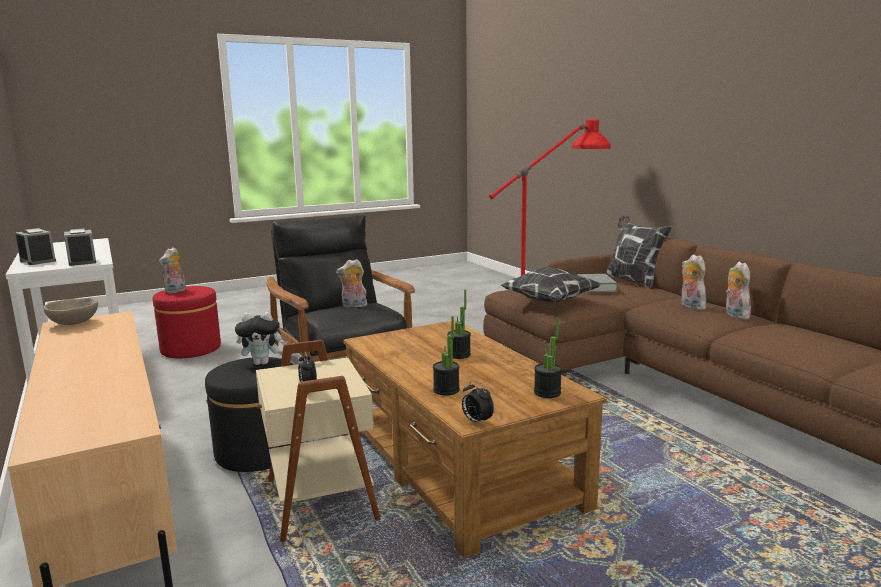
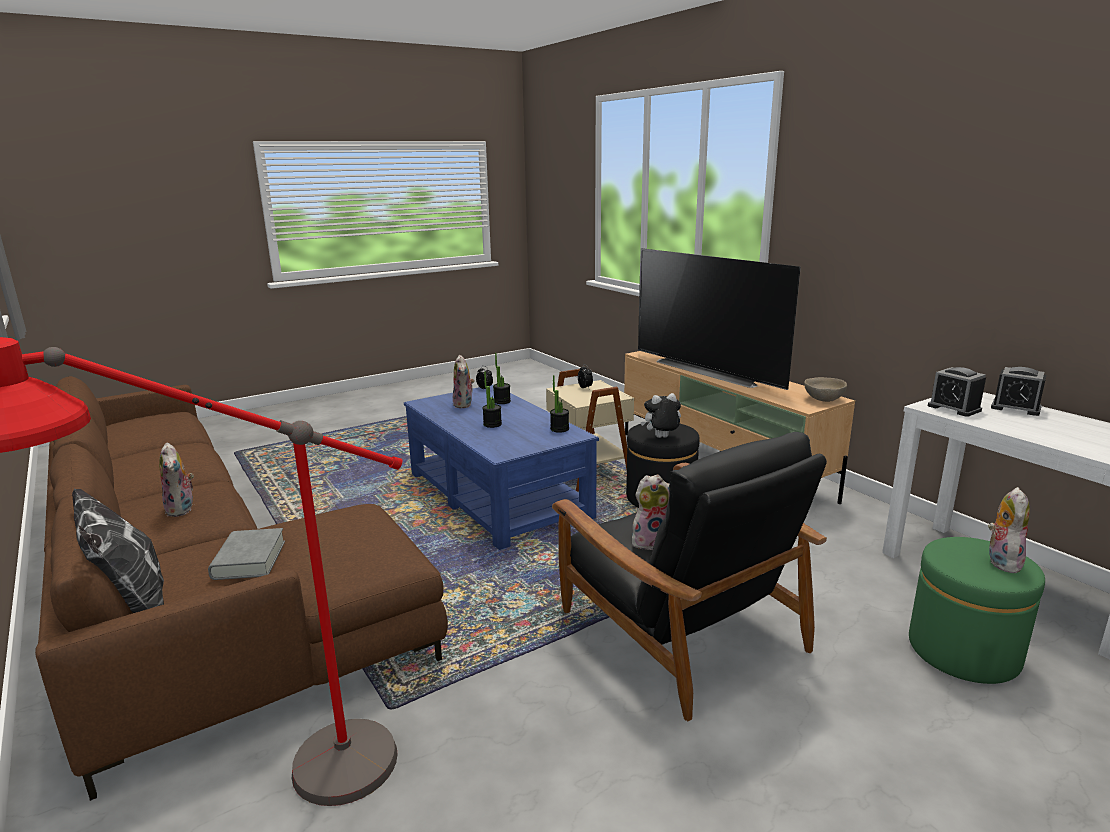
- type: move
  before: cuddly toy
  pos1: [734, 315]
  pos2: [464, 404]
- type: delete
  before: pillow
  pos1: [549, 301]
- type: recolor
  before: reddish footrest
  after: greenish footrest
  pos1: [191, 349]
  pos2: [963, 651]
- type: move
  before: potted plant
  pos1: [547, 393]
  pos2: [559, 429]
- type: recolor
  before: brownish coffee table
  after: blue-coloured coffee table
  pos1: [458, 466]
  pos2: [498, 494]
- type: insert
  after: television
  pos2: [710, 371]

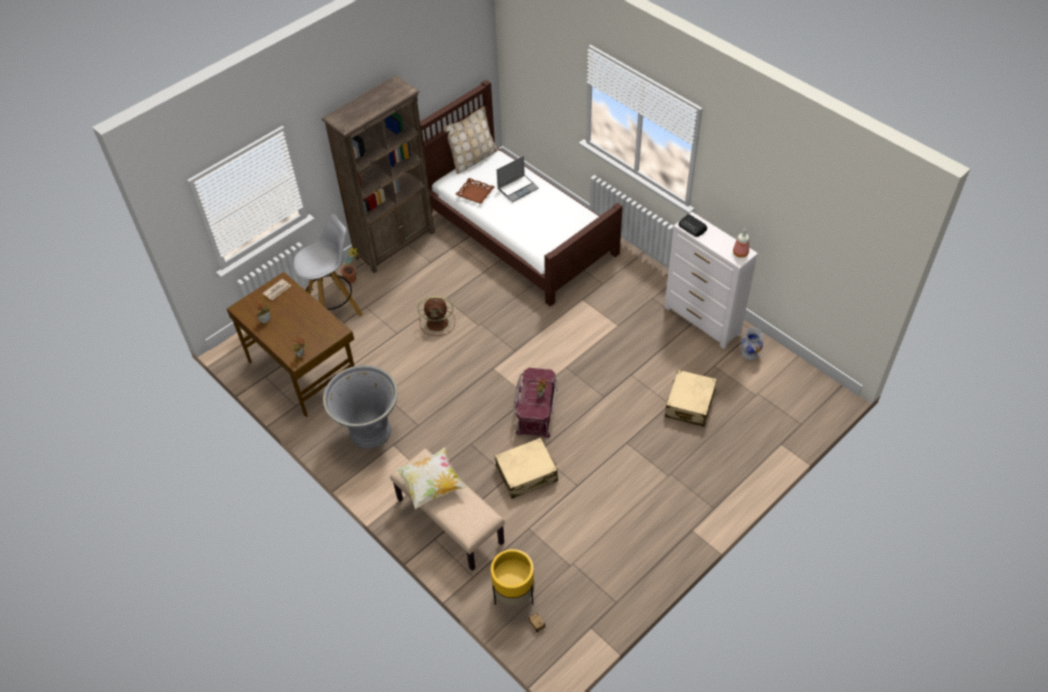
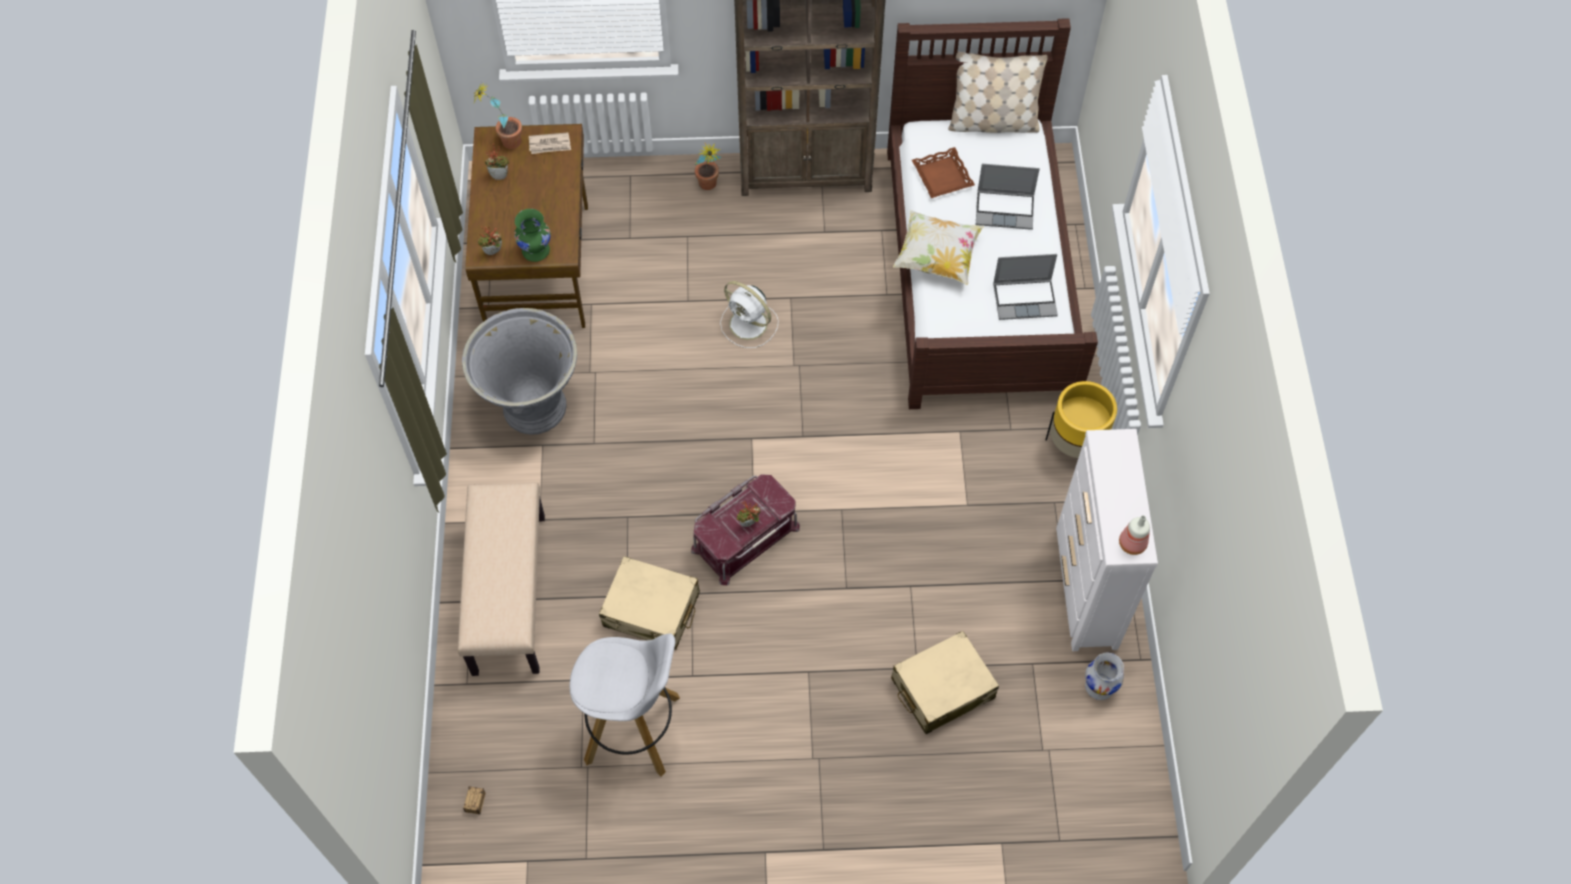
- type: move
  before: white sitting stool
  pos1: [334, 309]
  pos2: [635, 729]
- type: delete
  before: radio receiver
  pos1: [692, 227]
- type: recolor
  before: brownish fan
  after: white fan
  pos1: [438, 323]
  pos2: [749, 325]
- type: move
  before: pillow
  pos1: [431, 485]
  pos2: [937, 258]
- type: move
  before: yellow plant pot
  pos1: [514, 594]
  pos2: [1075, 445]
- type: insert
  after: potted plant
  pos2: [505, 141]
- type: insert
  after: greenish flower vase
  pos2: [536, 251]
- type: insert
  after: portable computer
  pos2: [1025, 299]

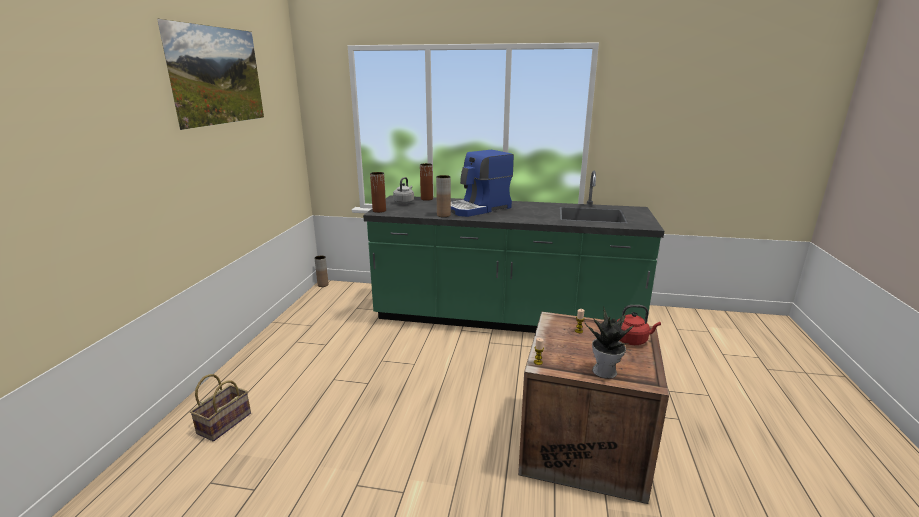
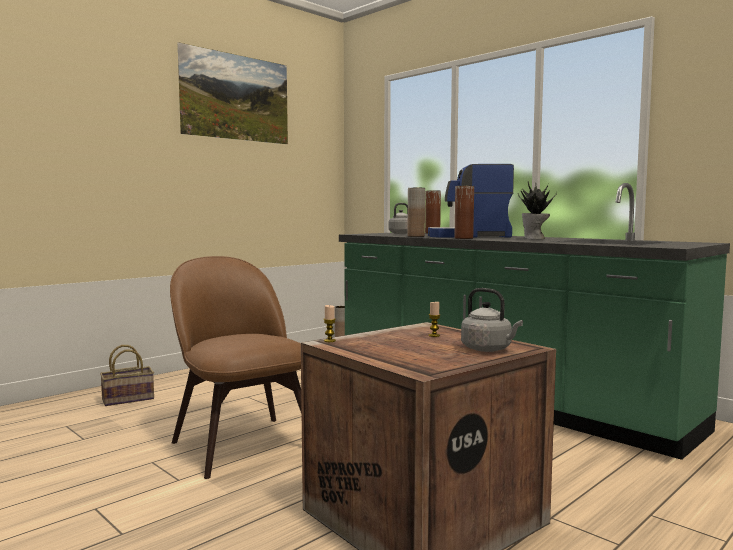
- type: move
  before: brownish flower vase
  pos1: [379, 211]
  pos2: [463, 238]
- type: recolor
  before: reddish kettle
  after: grey kettle
  pos1: [632, 340]
  pos2: [488, 349]
- type: move
  before: potted plant
  pos1: [605, 371]
  pos2: [535, 238]
- type: insert
  after: brownish plain chair
  pos2: [241, 443]

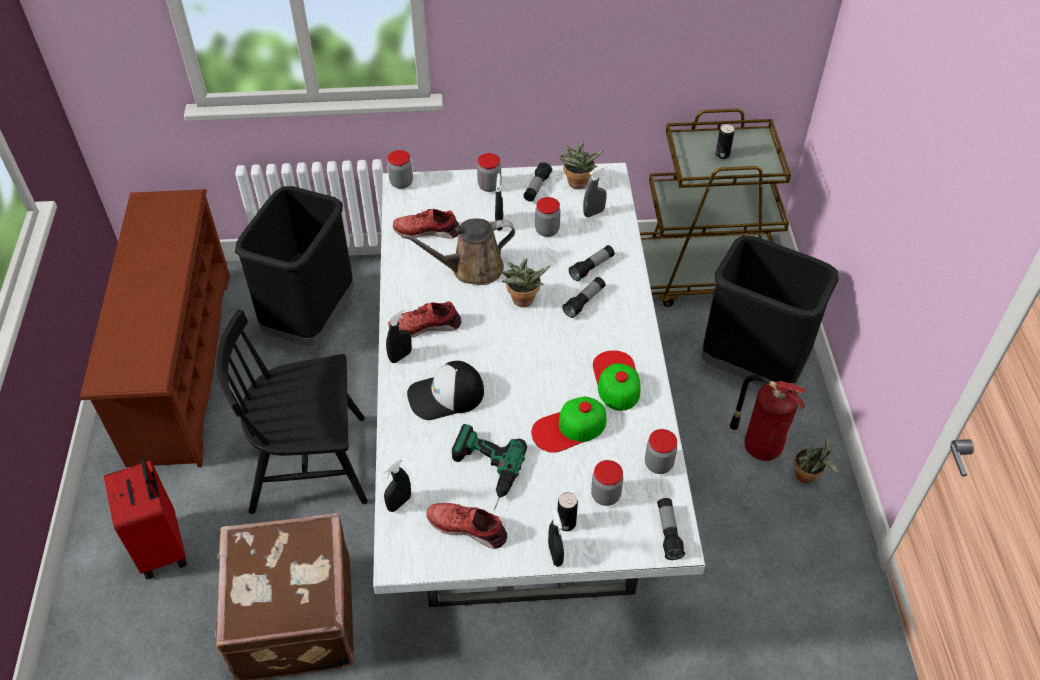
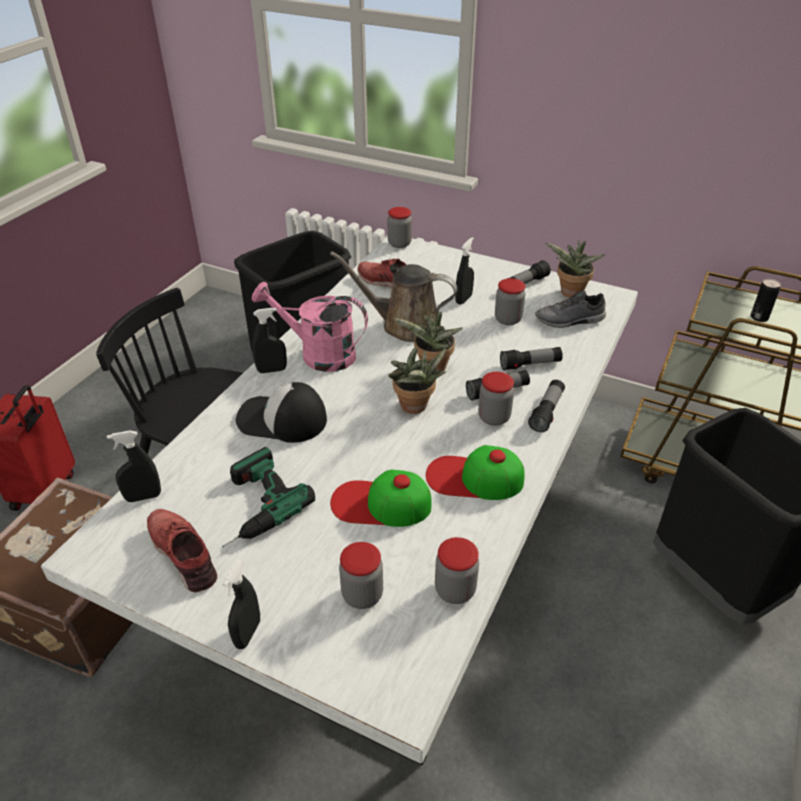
- type: move
  before: preserve jar
  pos1: [489, 186]
  pos2: [494, 417]
- type: replace
  before: grey spray bottle
  after: grey item of footwear
  pos1: [594, 213]
  pos2: [569, 320]
- type: delete
  before: brownish shoe stand
  pos1: [179, 365]
- type: replace
  before: reddish item of footwear
  after: pink-coloured watering pot
  pos1: [425, 325]
  pos2: [318, 354]
- type: rotate
  before: baseball cap
  pos1: [616, 380]
  pos2: [474, 478]
  turn: -105
- type: delete
  before: extinguisher
  pos1: [760, 445]
- type: move
  before: potted plant
  pos1: [808, 477]
  pos2: [415, 408]
- type: delete
  before: can
  pos1: [566, 523]
- type: move
  before: hand torch
  pos1: [668, 533]
  pos2: [547, 412]

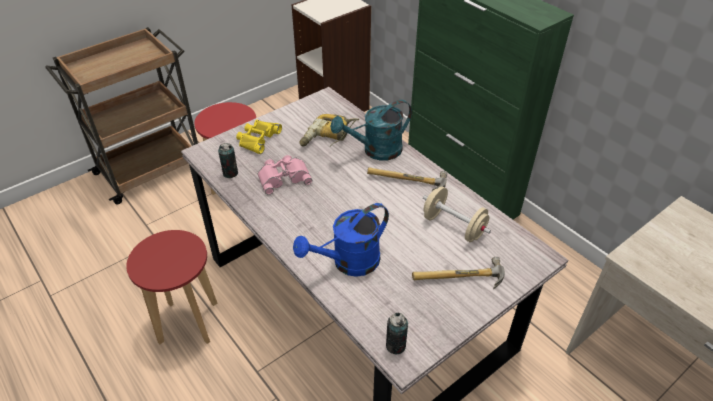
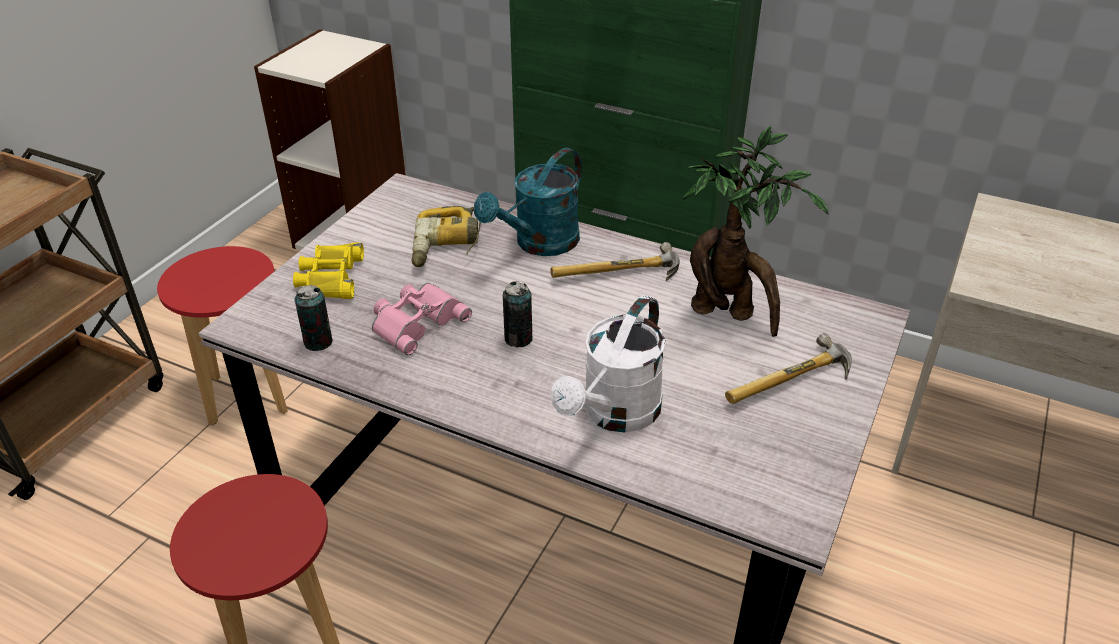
- type: replace
  before: sand-coloured hand weight
  after: potted plant
  pos1: [453, 226]
  pos2: [729, 314]
- type: recolor
  before: blue-coloured watering pot
  after: white watering pot
  pos1: [348, 263]
  pos2: [615, 414]
- type: move
  before: can
  pos1: [395, 346]
  pos2: [518, 339]

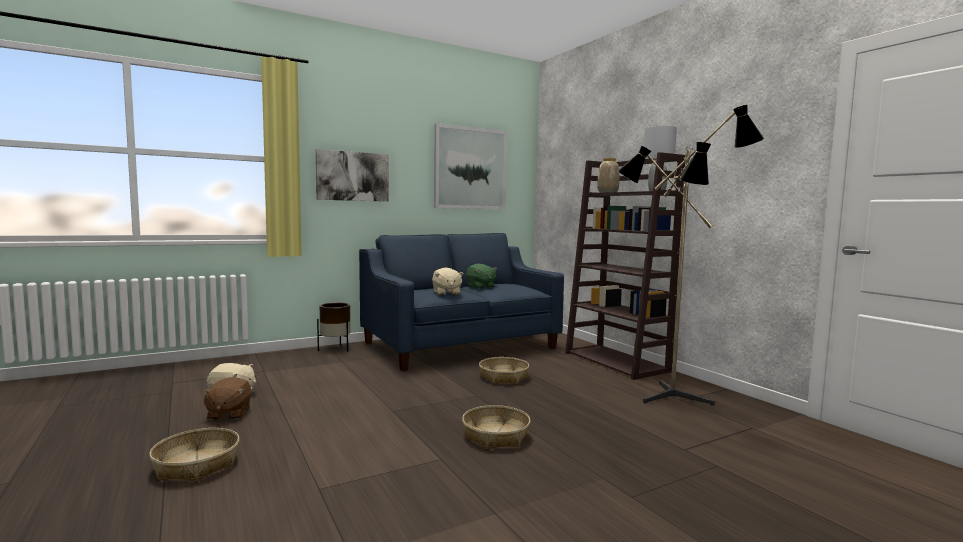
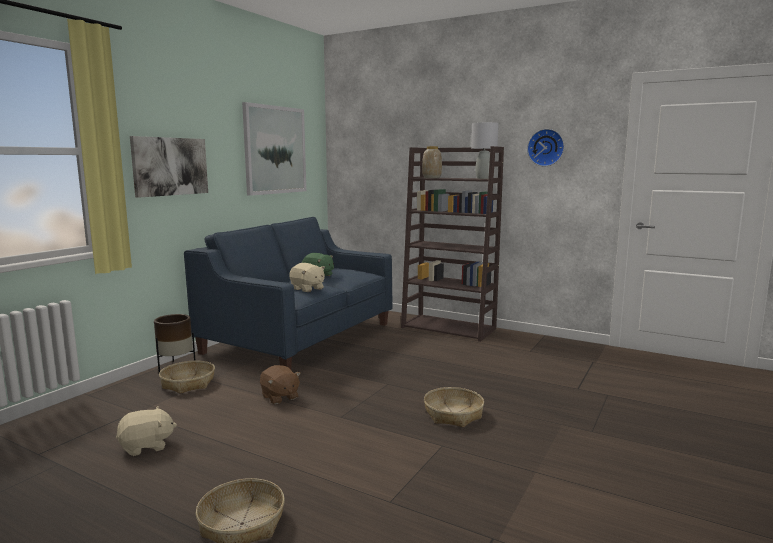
- type: delete
  before: standard lamp
  pos1: [671, 399]
- type: move
  before: storage basket
  pos1: [504, 377]
  pos2: [188, 383]
- type: move
  before: brownish cuddly toy
  pos1: [228, 414]
  pos2: [279, 397]
- type: insert
  after: wall clock
  pos2: [546, 147]

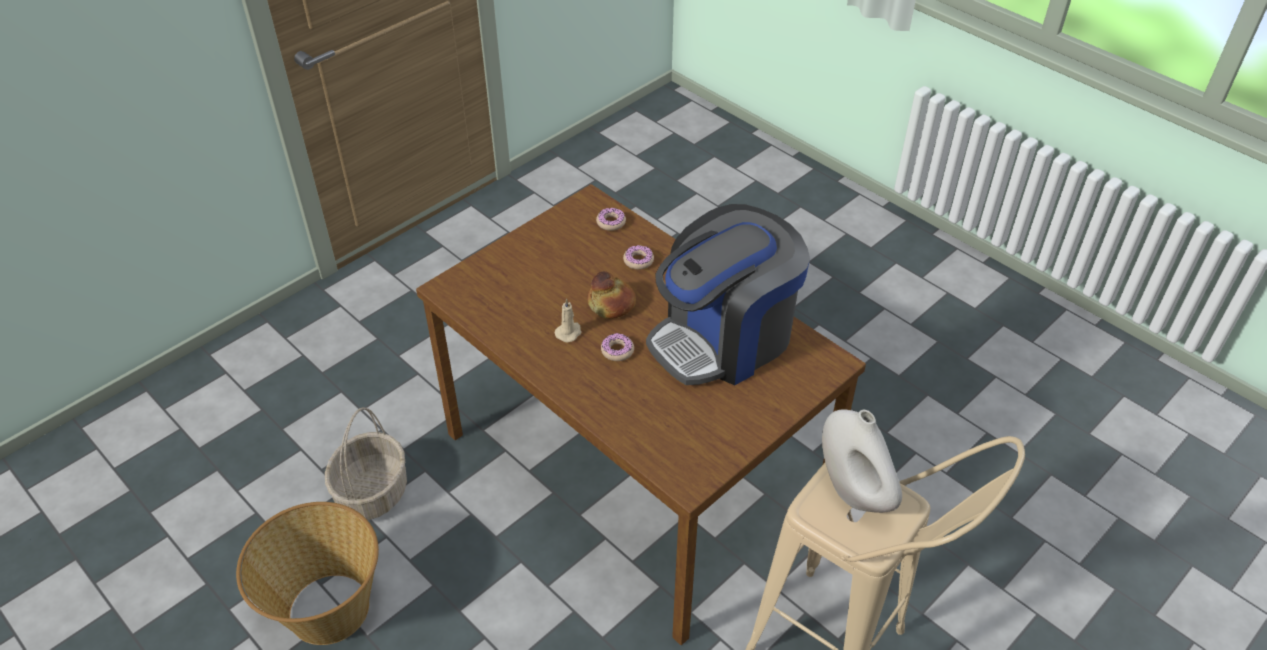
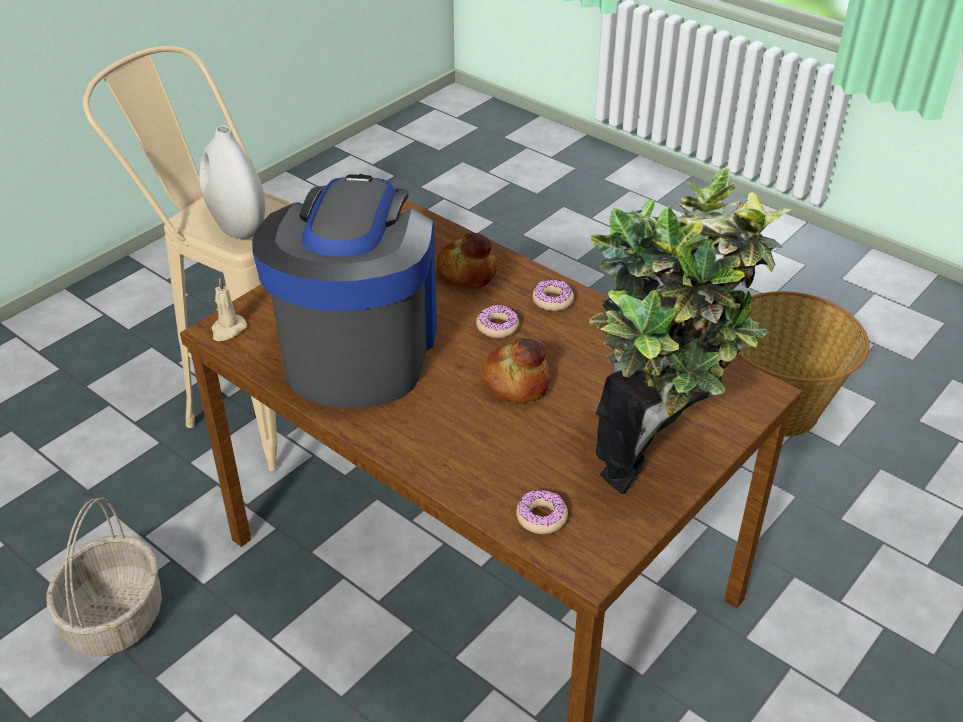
- type: rotate
  before: coffee brewer
  pos1: [724, 339]
  pos2: [359, 348]
  turn: -45
- type: move
  before: donut
  pos1: [638, 261]
  pos2: [552, 300]
- type: move
  before: sand-coloured candle
  pos1: [569, 332]
  pos2: [228, 330]
- type: move
  before: storage basket
  pos1: [372, 493]
  pos2: [114, 617]
- type: insert
  after: potted plant
  pos2: [656, 454]
- type: insert
  after: bread
  pos2: [467, 273]

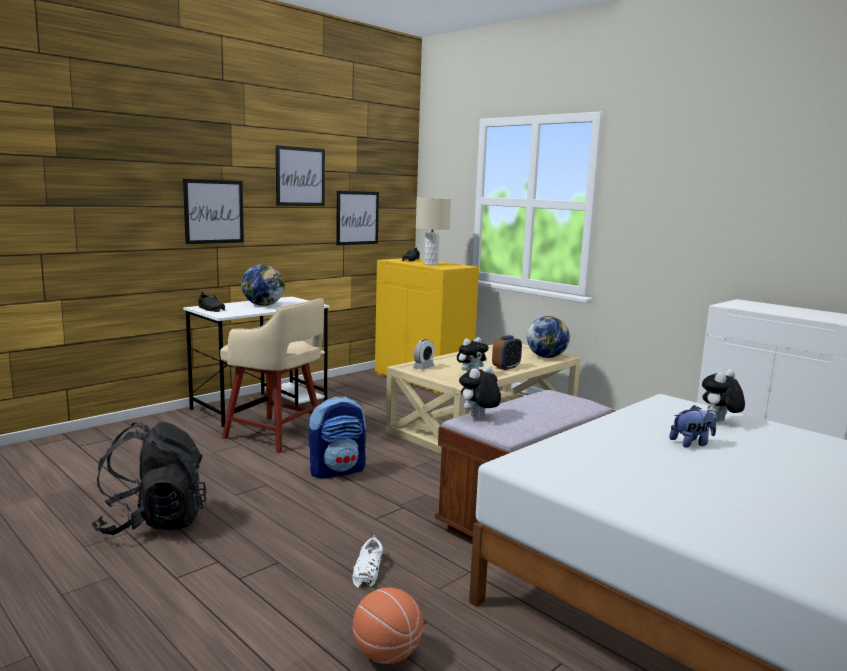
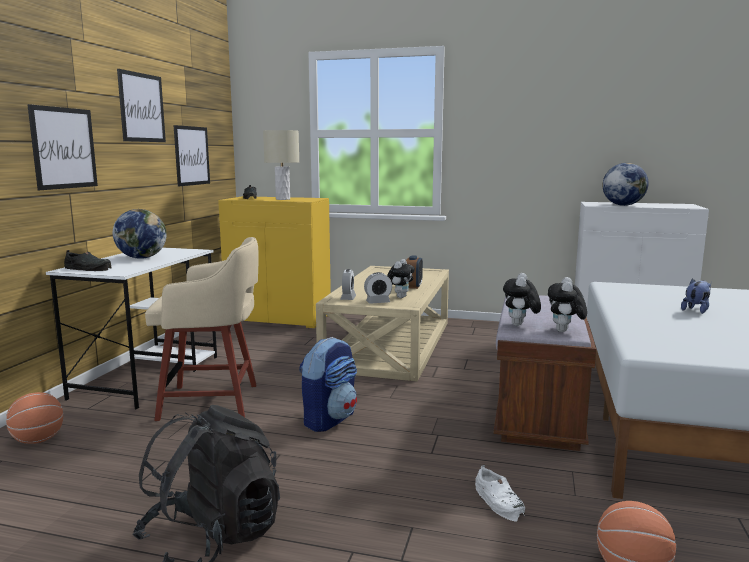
- type: move
  before: world globe
  pos1: [546, 357]
  pos2: [623, 205]
- type: move
  before: cuddly toy
  pos1: [719, 422]
  pos2: [564, 331]
- type: insert
  after: table clock
  pos2: [378, 302]
- type: insert
  after: basketball ball
  pos2: [37, 440]

